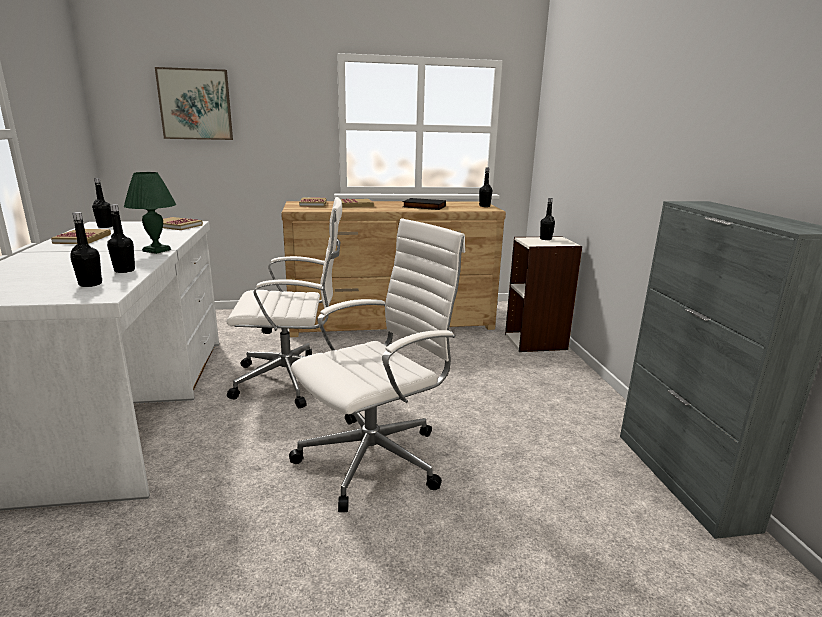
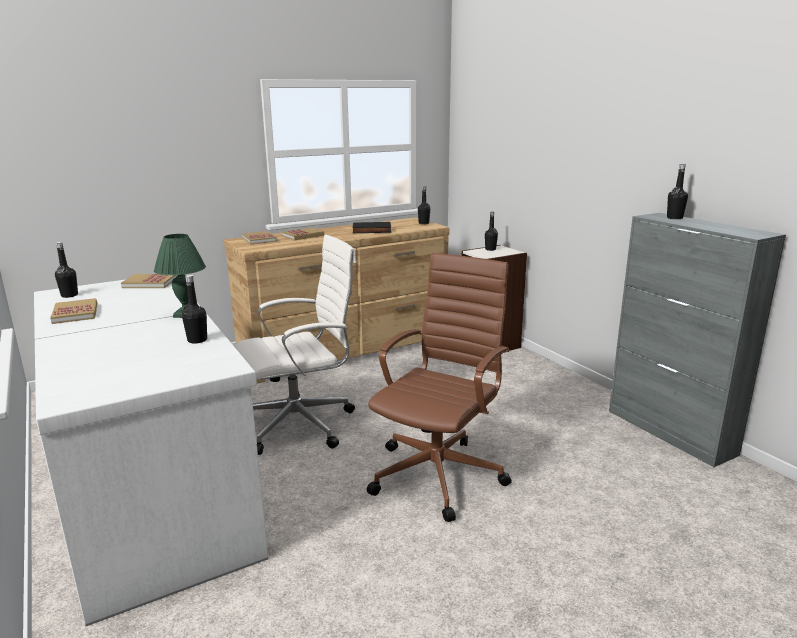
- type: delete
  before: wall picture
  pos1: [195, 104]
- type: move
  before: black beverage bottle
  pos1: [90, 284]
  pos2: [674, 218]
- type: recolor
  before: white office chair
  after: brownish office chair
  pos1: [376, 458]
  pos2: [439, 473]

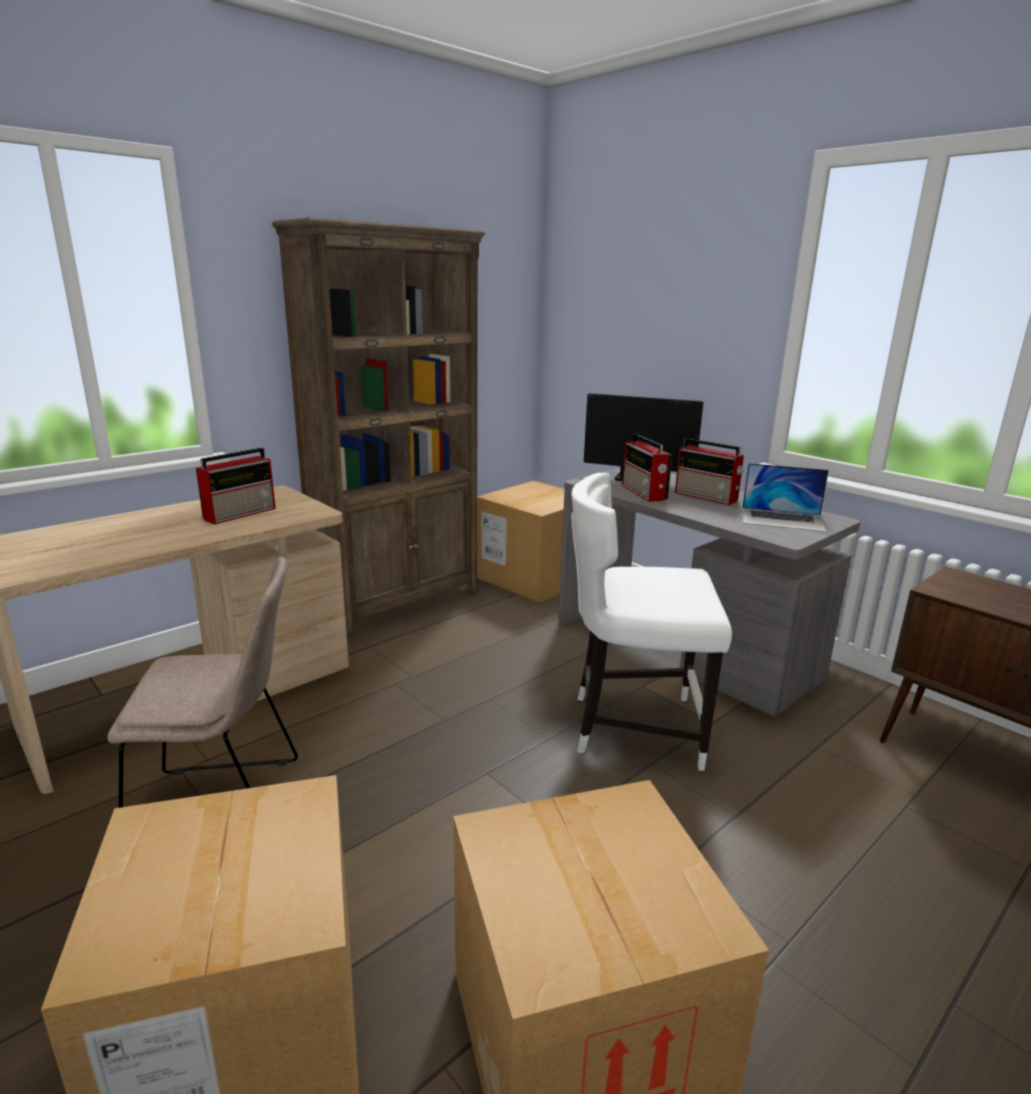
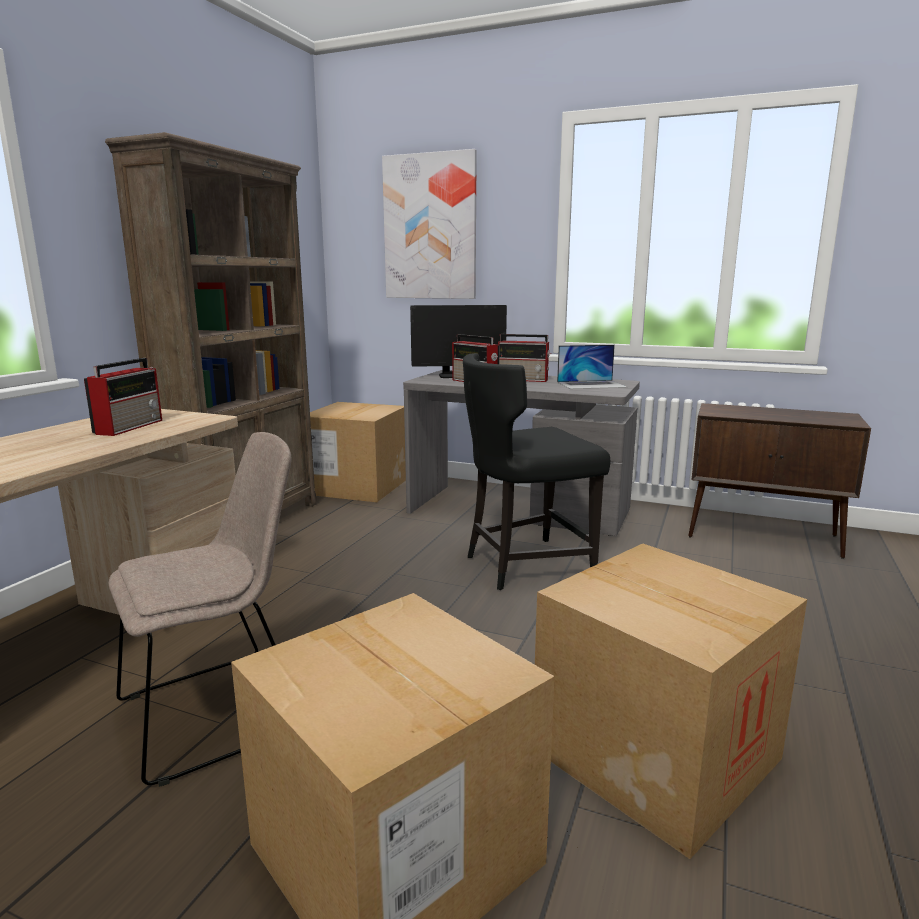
- type: recolor
  before: white plain chair
  after: black plain chair
  pos1: [633, 727]
  pos2: [524, 565]
- type: insert
  after: wall picture
  pos2: [430, 227]

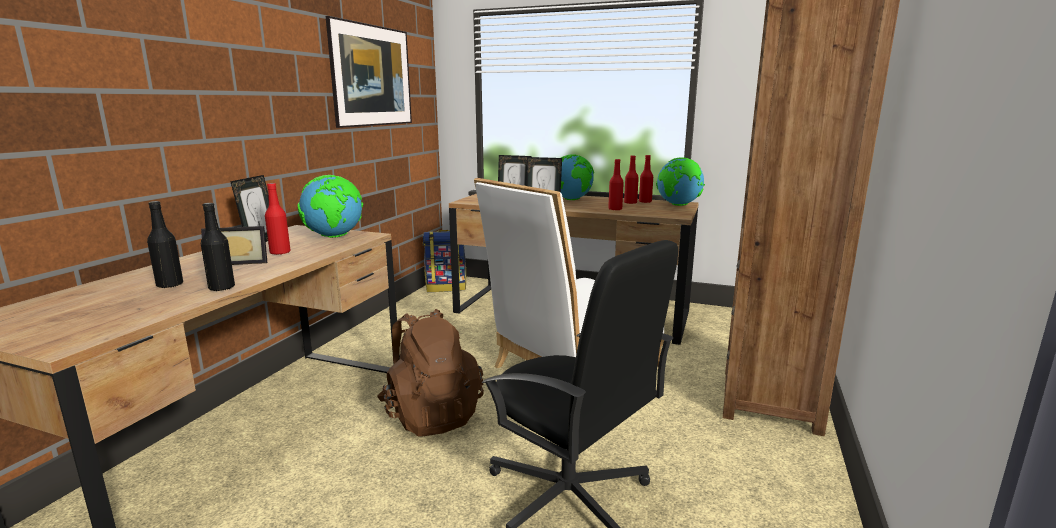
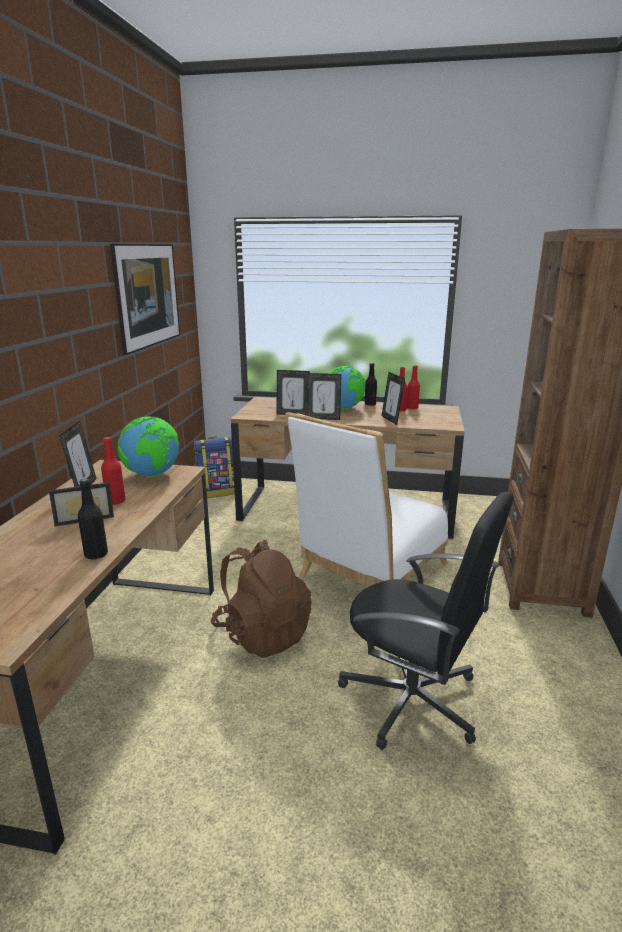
- type: delete
  before: world globe
  pos1: [678, 205]
- type: replace
  before: reddish beverage bottle
  after: picture frame
  pos1: [615, 209]
  pos2: [391, 420]
- type: move
  before: black beverage bottle
  pos1: [170, 285]
  pos2: [370, 404]

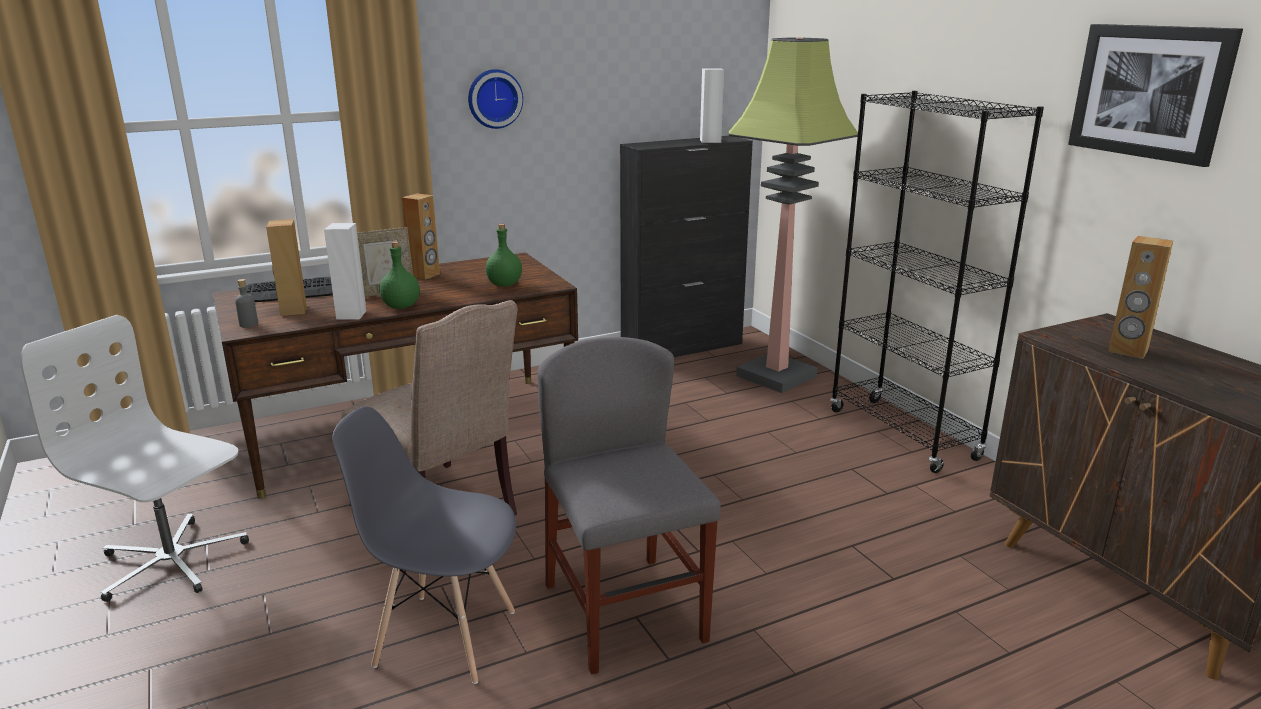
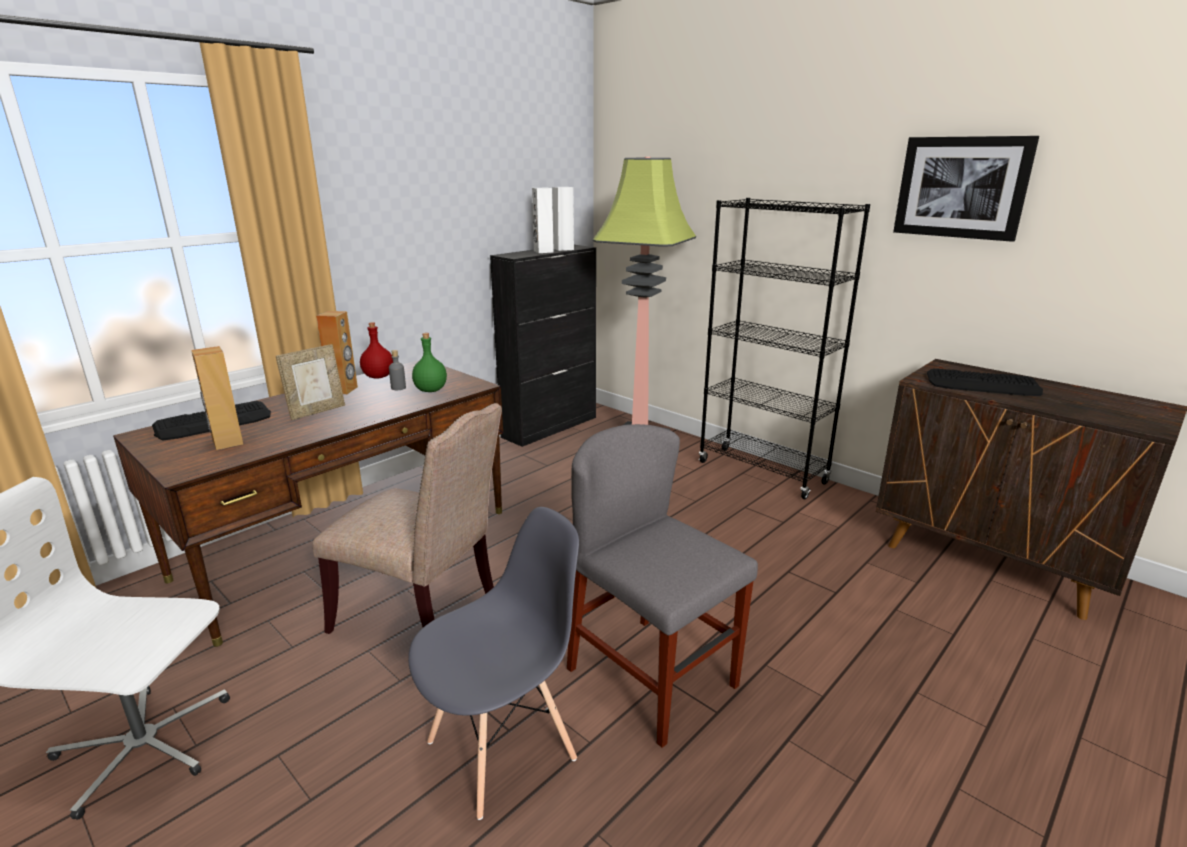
- type: delete
  before: wall clock
  pos1: [494, 98]
- type: move
  before: white speaker
  pos1: [351, 315]
  pos2: [543, 251]
- type: replace
  before: brownish speaker
  after: computer keyboard
  pos1: [1128, 351]
  pos2: [983, 384]
- type: delete
  before: greenish beverage bottle
  pos1: [402, 306]
- type: move
  before: grey beverage bottle
  pos1: [248, 324]
  pos2: [398, 388]
- type: rotate
  before: grey plain chair
  pos1: [444, 637]
  pos2: [502, 749]
  turn: 150
- type: insert
  after: reddish beverage bottle
  pos2: [378, 377]

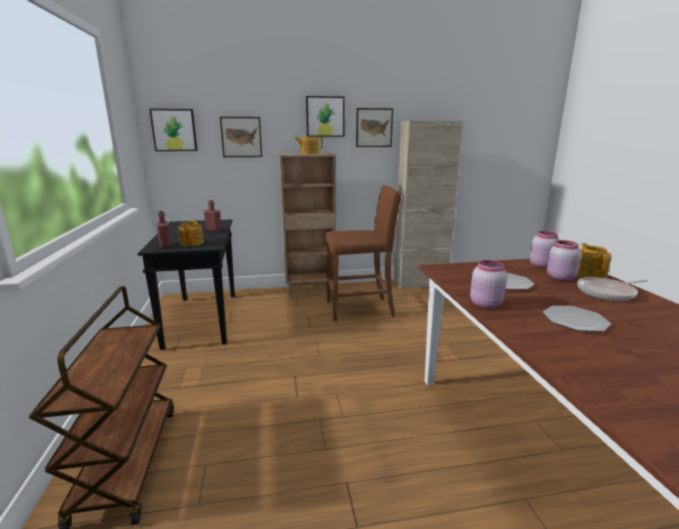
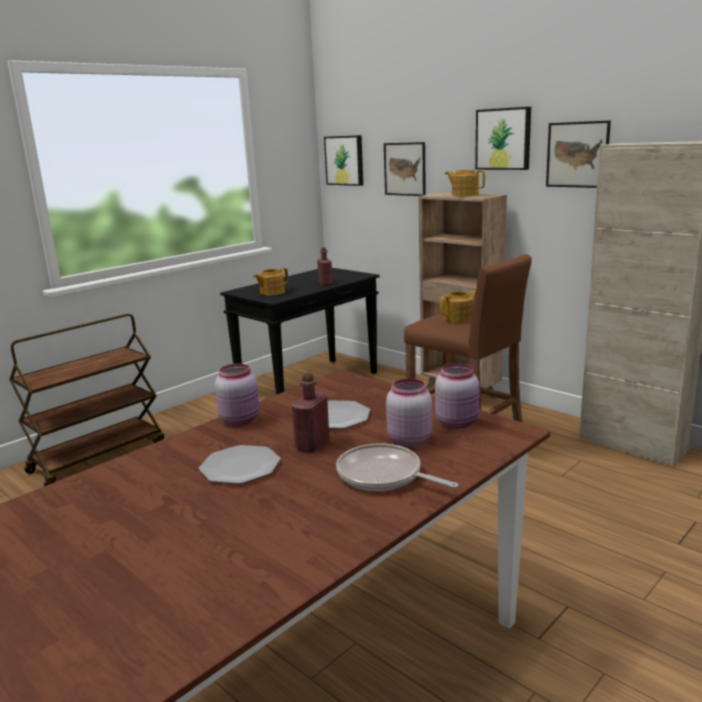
- type: move
  before: reddish beverage bottle
  pos1: [165, 245]
  pos2: [312, 445]
- type: move
  before: pot for tea
  pos1: [589, 273]
  pos2: [459, 318]

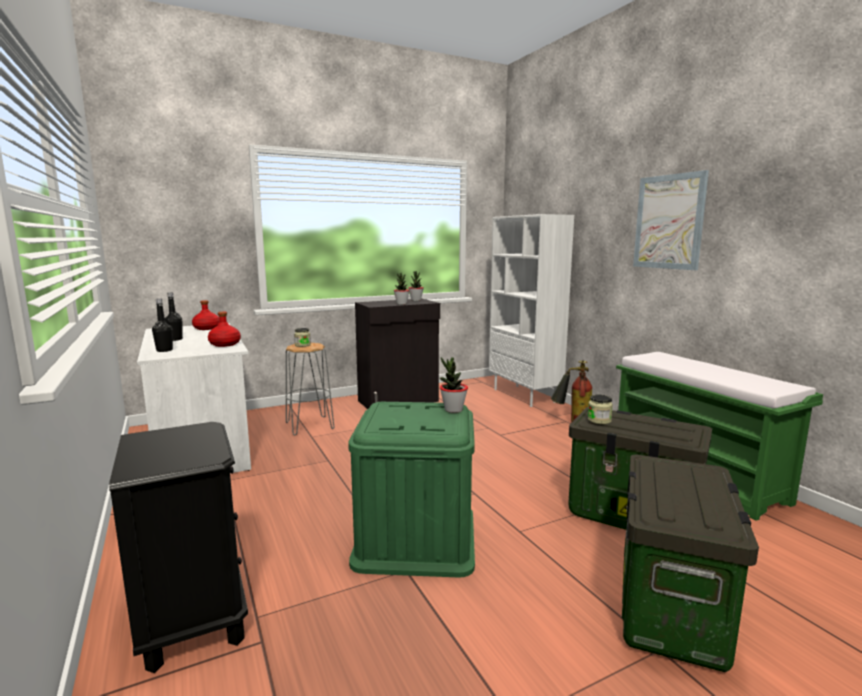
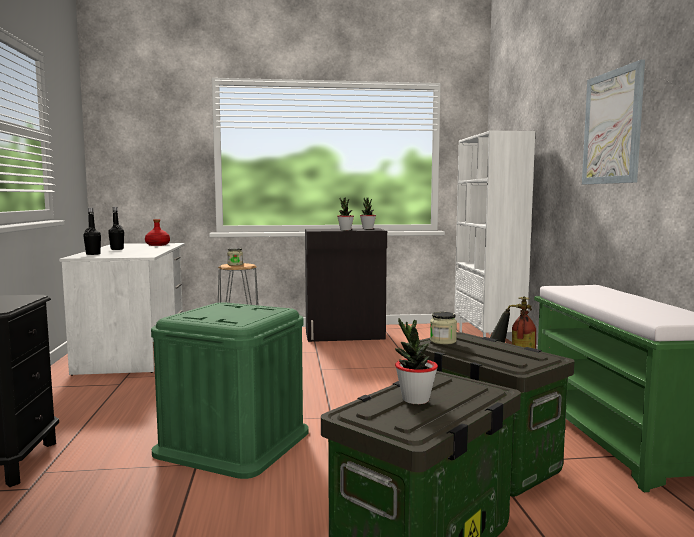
- type: delete
  before: reddish beverage bottle
  pos1: [225, 344]
- type: move
  before: potted plant
  pos1: [453, 410]
  pos2: [415, 399]

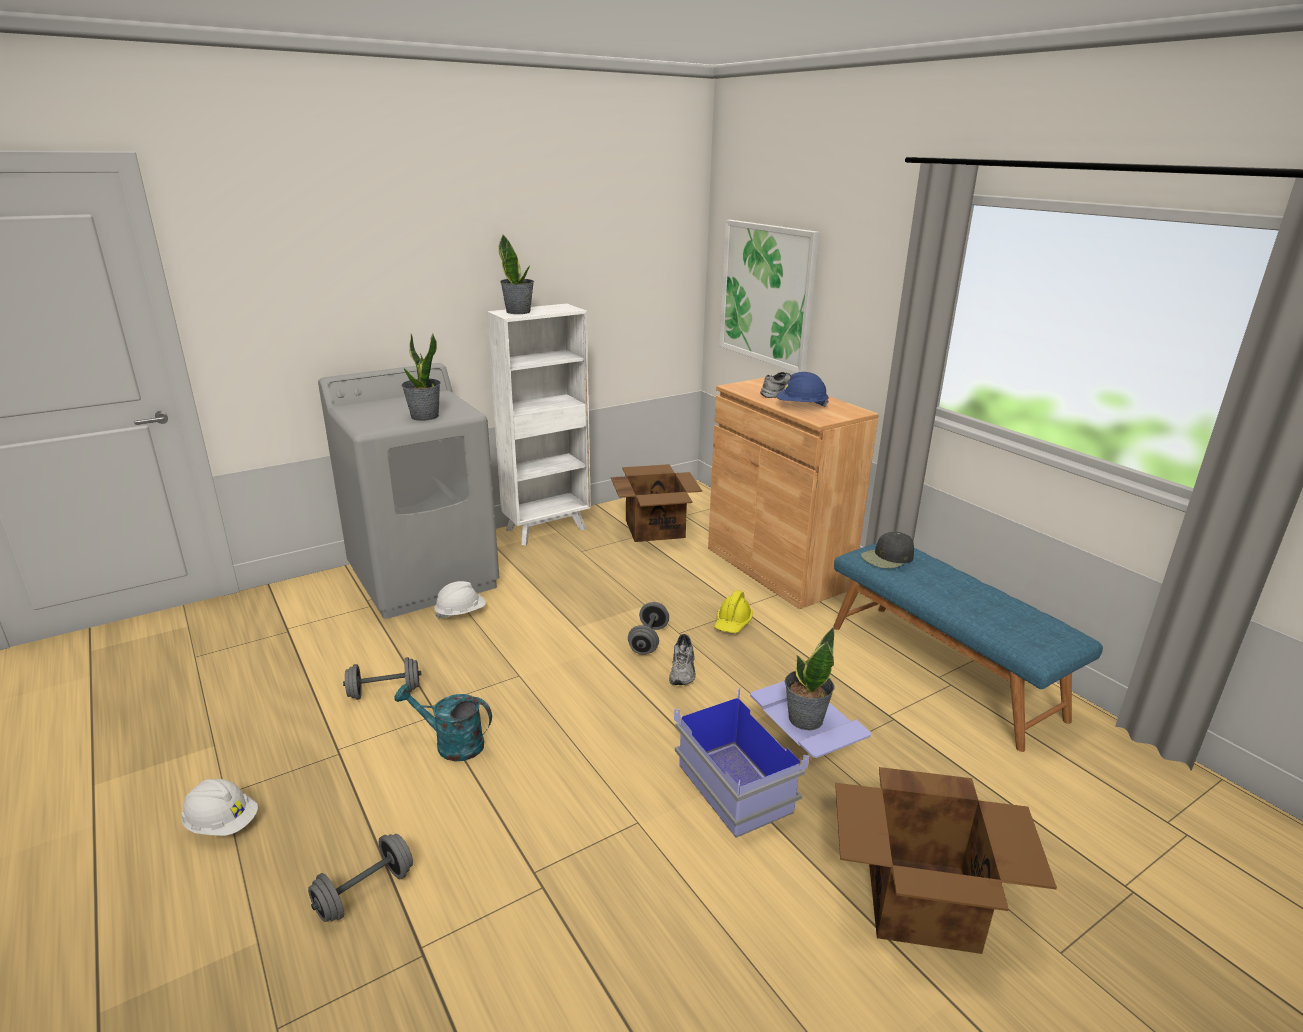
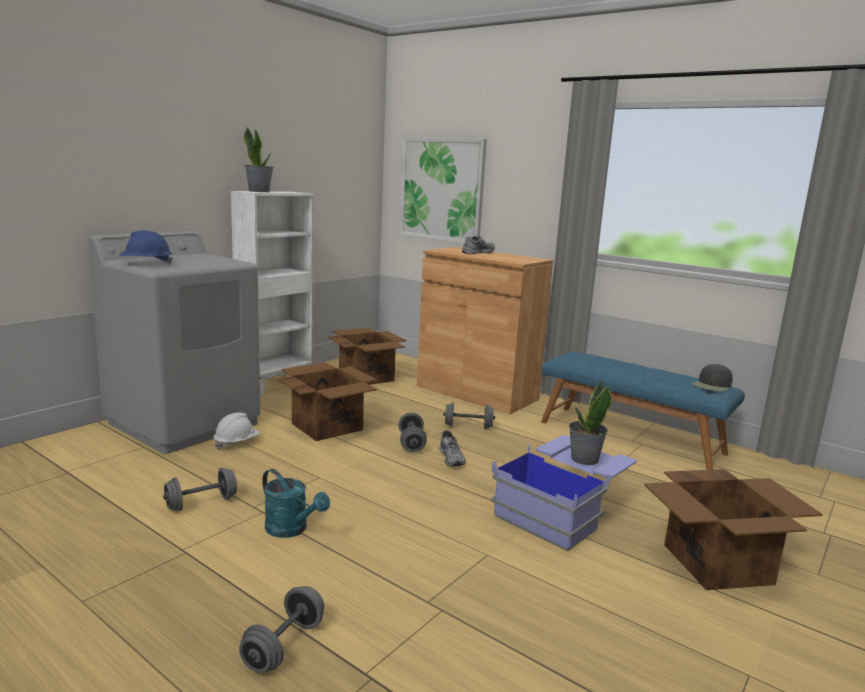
- type: delete
  before: potted plant
  pos1: [424, 416]
- type: move
  before: blue-coloured safety helmet
  pos1: [801, 407]
  pos2: [146, 264]
- type: move
  before: black baseball cap
  pos1: [887, 558]
  pos2: [712, 385]
- type: replace
  before: yellow safety helmet
  after: grey hand weight
  pos1: [733, 623]
  pos2: [468, 426]
- type: rotate
  before: turquoise-coloured watering pot
  pos1: [451, 744]
  pos2: [291, 530]
  turn: -135
- type: delete
  before: white safety helmet
  pos1: [222, 823]
- type: insert
  after: packing box
  pos2: [327, 426]

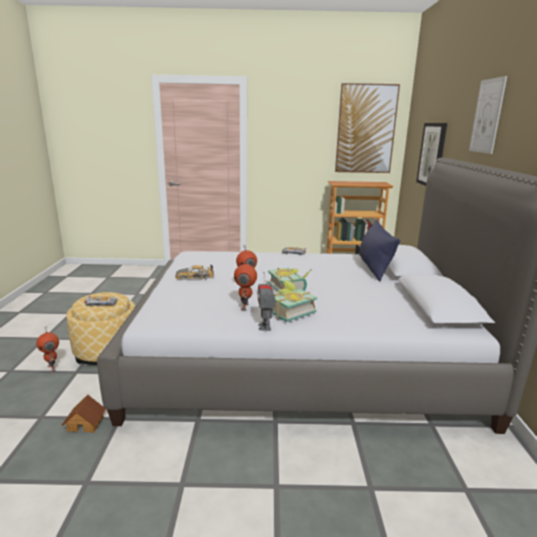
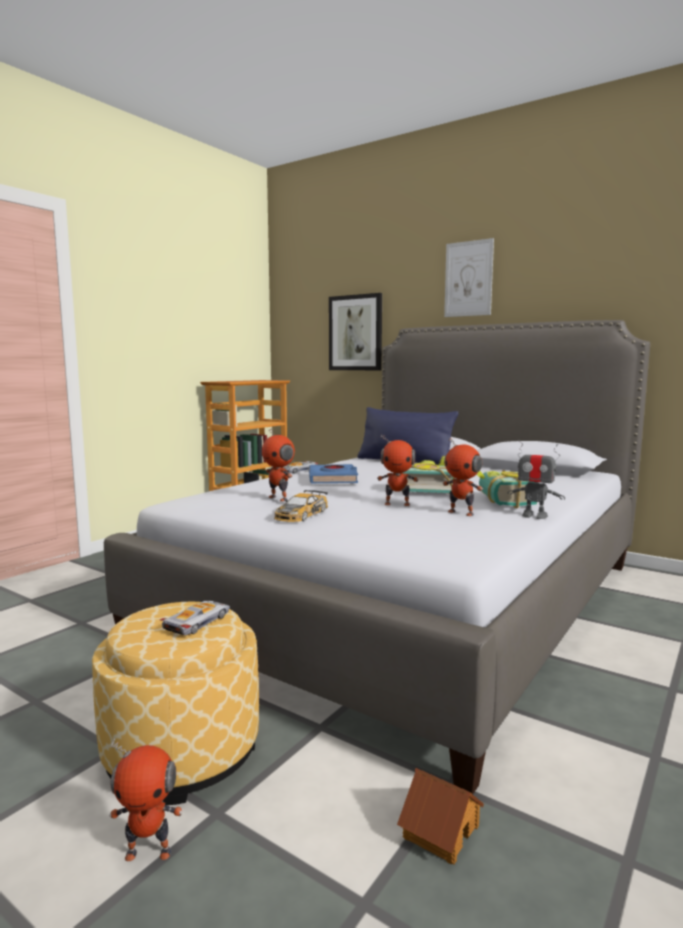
- type: delete
  before: wall picture
  pos1: [365, 129]
- type: insert
  after: model robot
  pos2: [279, 498]
- type: insert
  after: blue-coloured book
  pos2: [333, 479]

